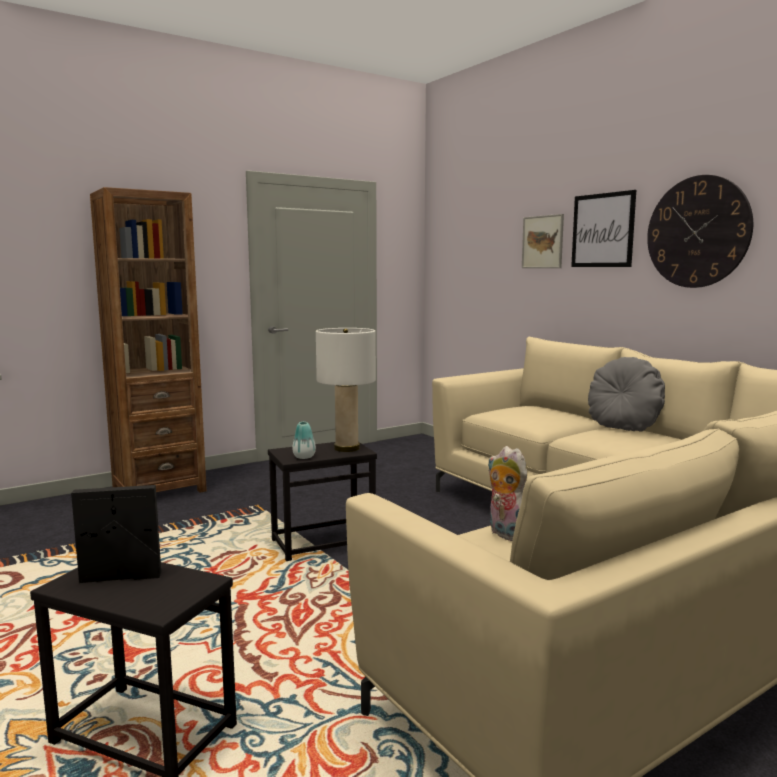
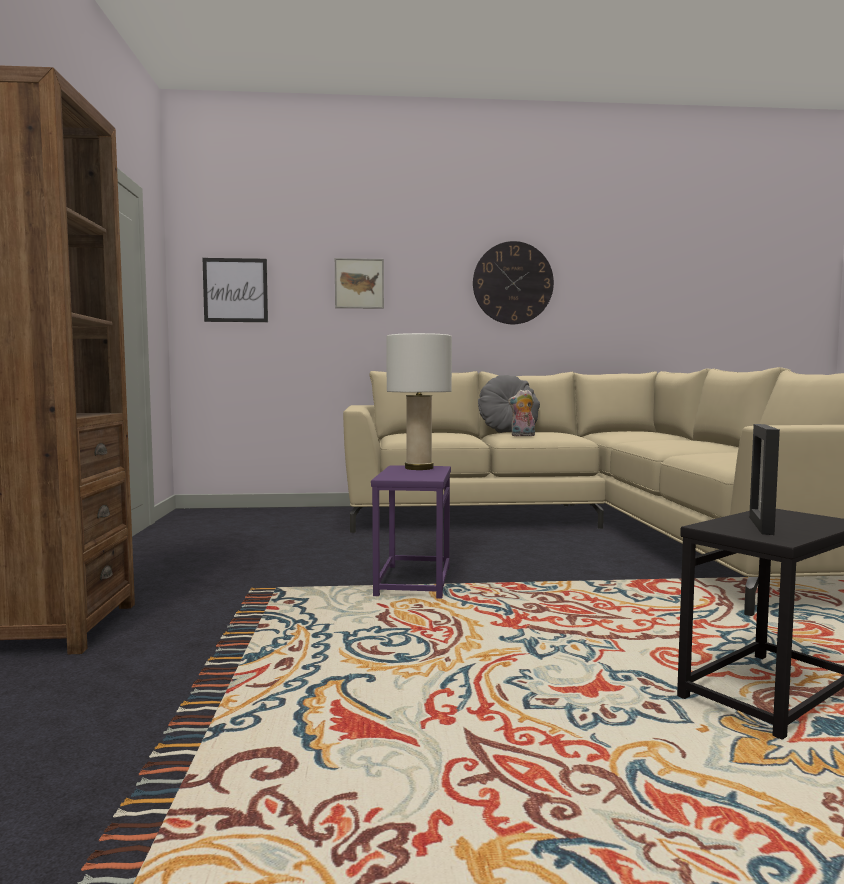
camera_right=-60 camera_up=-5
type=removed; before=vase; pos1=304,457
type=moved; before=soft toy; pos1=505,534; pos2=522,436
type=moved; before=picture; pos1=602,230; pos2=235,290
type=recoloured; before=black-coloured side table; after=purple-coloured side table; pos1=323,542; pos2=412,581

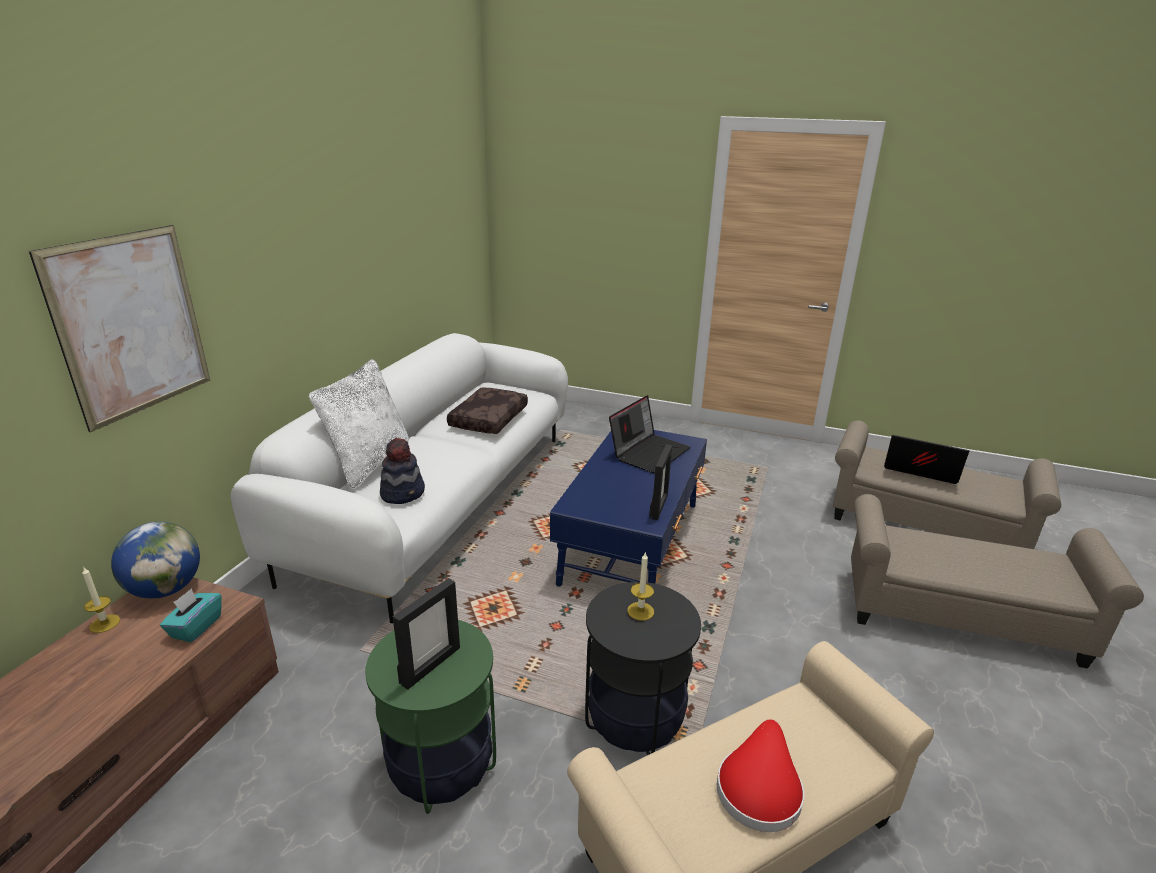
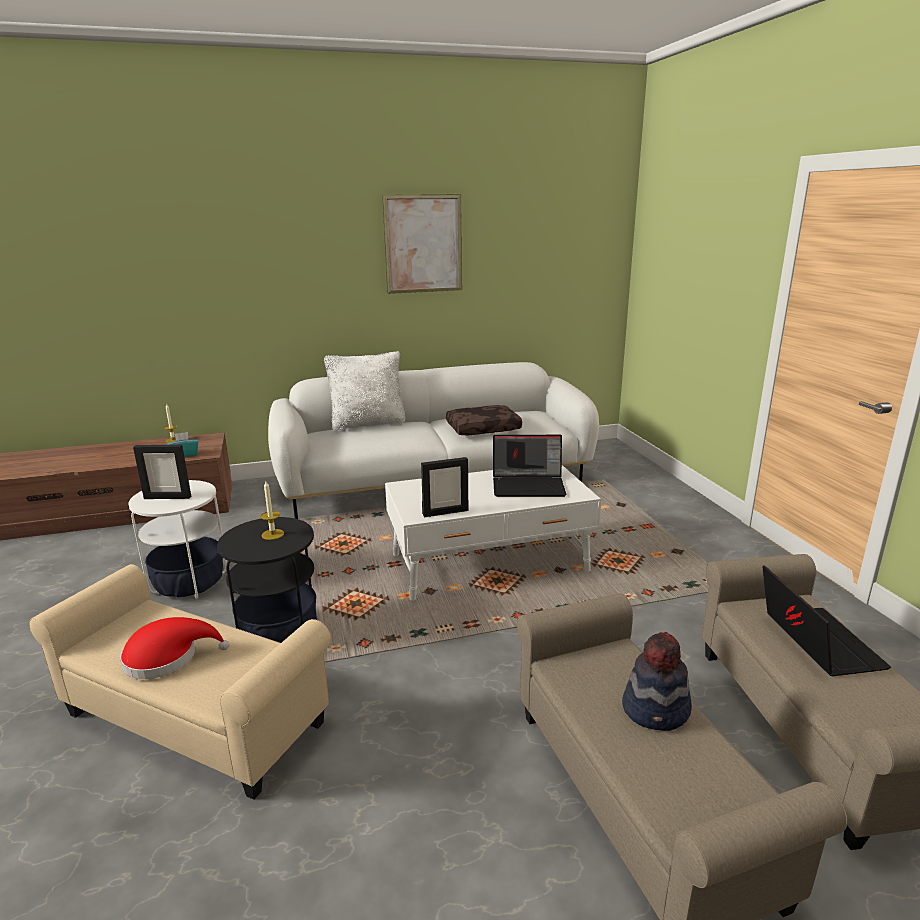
camera_right=55 camera_up=-5
type=removed; before=desk globe; pos1=166,589
type=moved; before=picture; pos1=131,325; pos2=423,244
type=moved; before=clothing hat; pos1=403,493; pos2=656,709
type=recoloured; before=greenish side table; after=white side table; pos1=441,767; pos2=190,584
type=recoloured; before=bluish coffee table; after=white coffee table; pos1=631,542; pos2=490,563

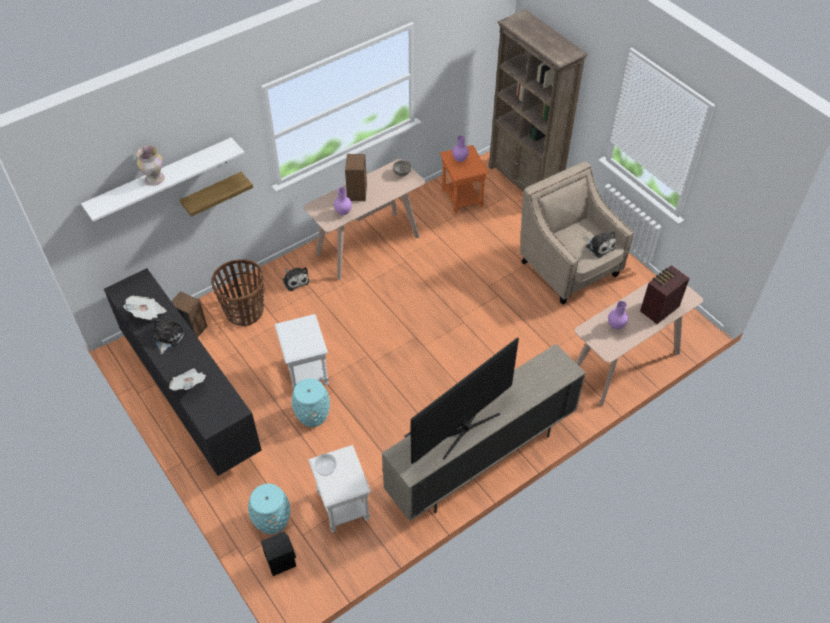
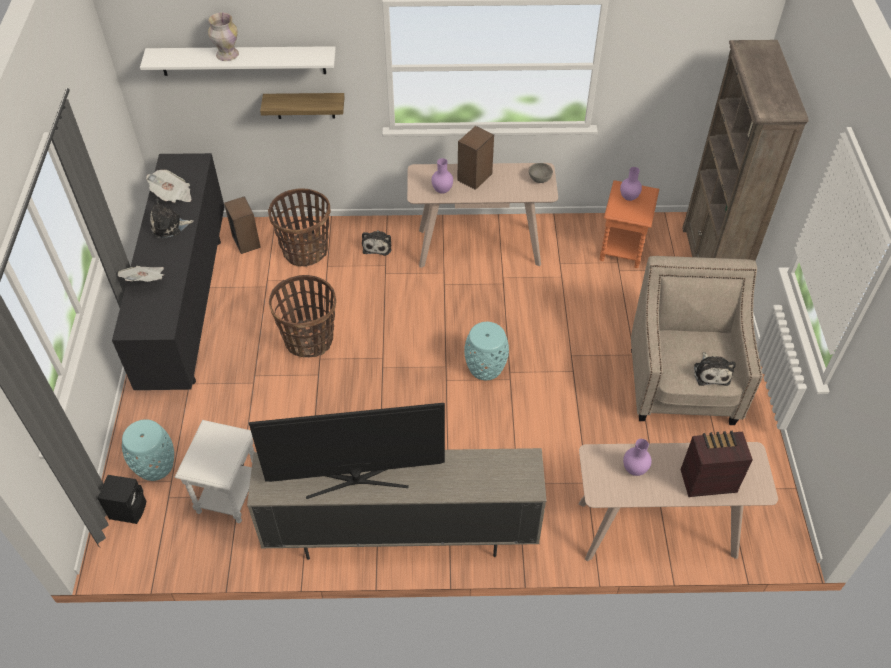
camera_right=35 camera_up=0
type=removed; before=deep dish; pos1=325,468
type=moved; before=turquoise stool; pos1=313,415; pos2=485,367
type=replaced; before=white side table; after=household basket; pos1=305,371; pos2=309,340
type=turned; before=soft toy; pos1=167,337; pos2=169,226; turn=-150

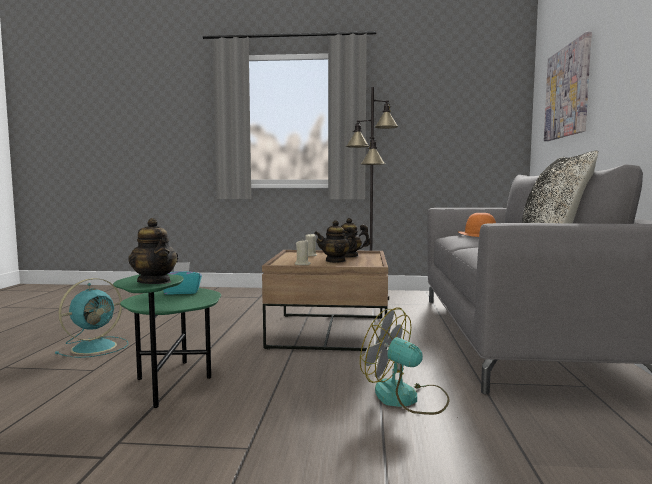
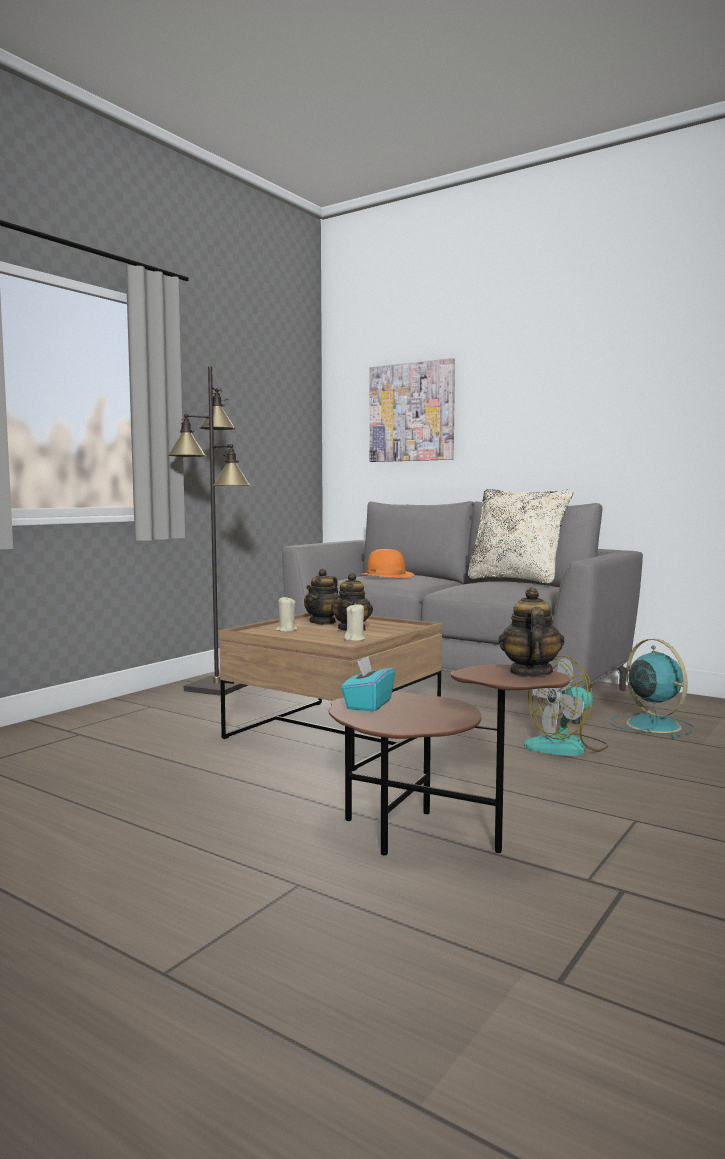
camera_right=-60 camera_up=0
type=moved; before=turquoise fan; pos1=96,347; pos2=651,724
type=recoloured; before=greenish side table; after=brown-coloured side table; pos1=171,385; pos2=429,836
type=turned; before=tea pot; pos1=155,282; pos2=529,673; turn=-75

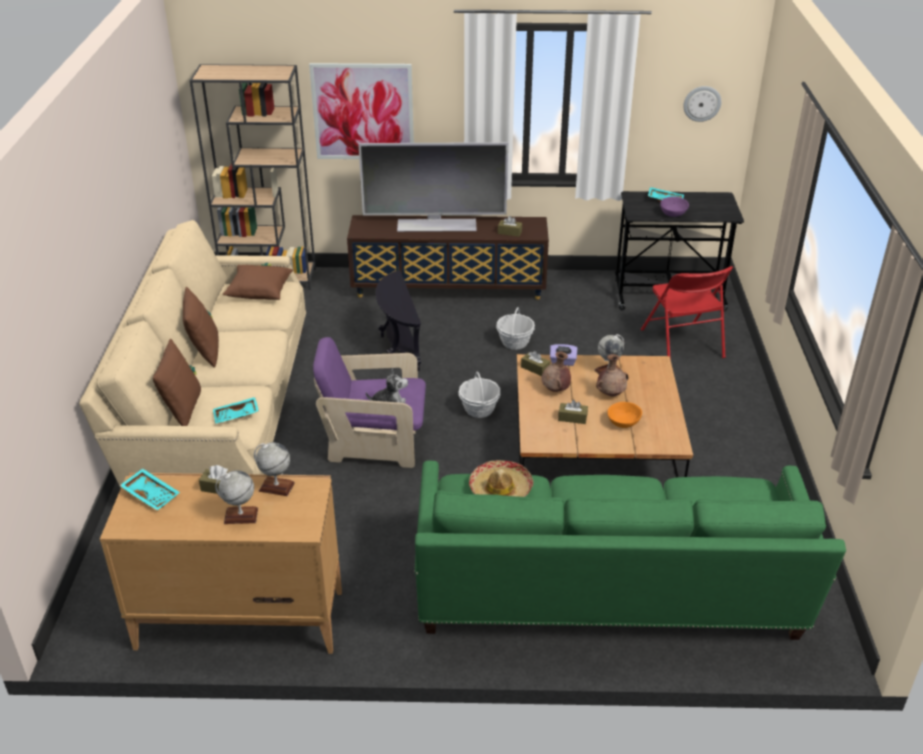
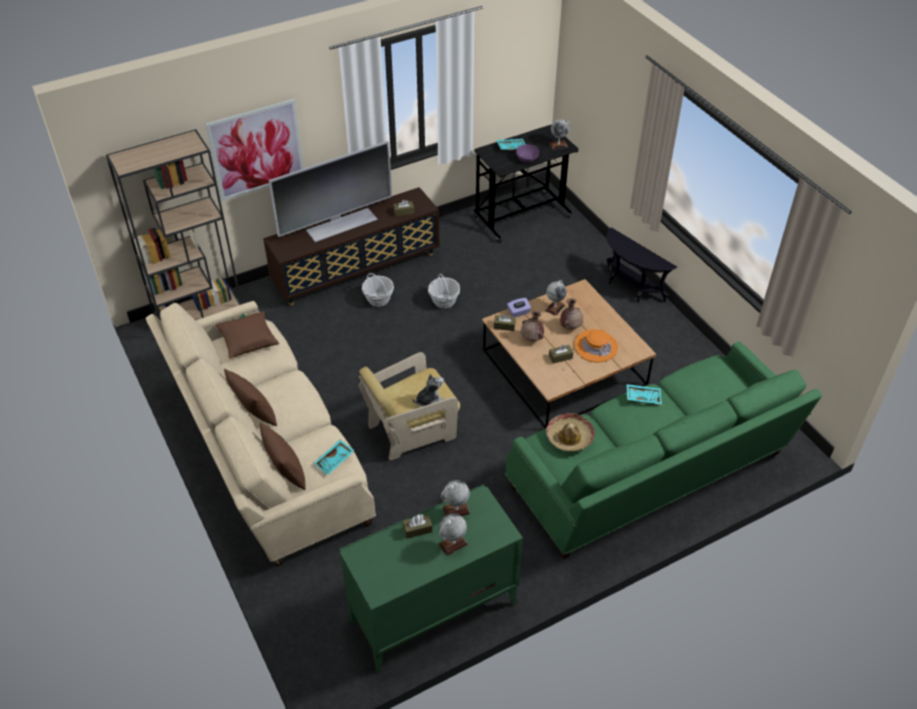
camera_right=-30 camera_up=10
type=removed; before=reddish chair; pos1=681,343
type=removed; before=clock on the wall; pos1=702,103
type=added; after=desk globe; pos2=558,145
type=moved; before=turquoise serving tray; pos1=152,494; pos2=643,397
type=moved; before=black-coloured side table; pos1=398,347; pos2=630,287
type=moved; before=household basket; pos1=479,409; pos2=378,299
type=replaced; before=orangey deep dish; after=orangey clothing hat; pos1=623,422; pos2=596,346
type=recoloured; before=brown-coloured cupboard; after=greenish cupboard; pos1=240,619; pos2=432,612
type=recoloured; before=purple-coloured armchair; after=yellow armchair; pos1=375,443; pos2=411,430

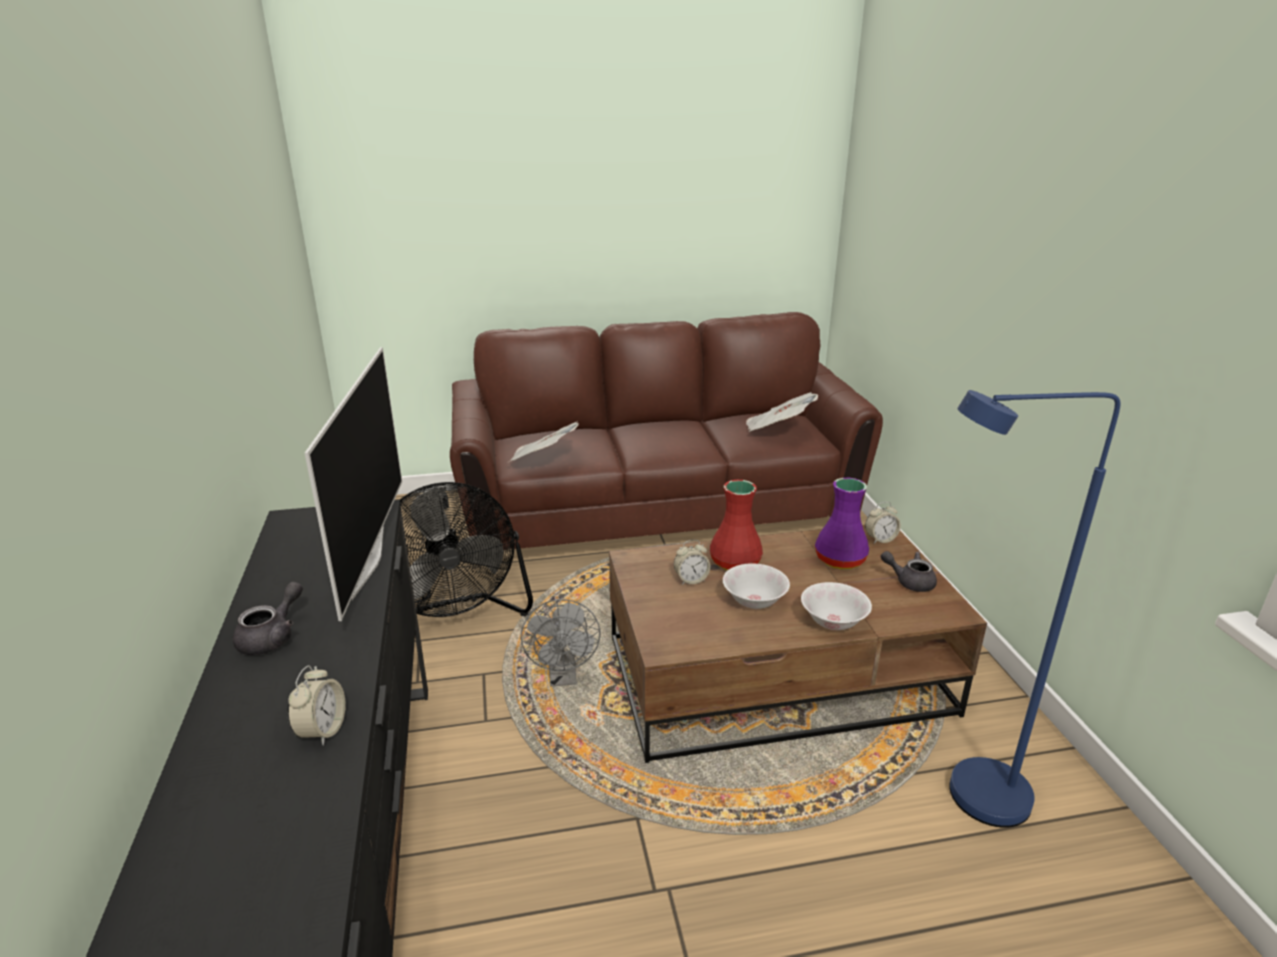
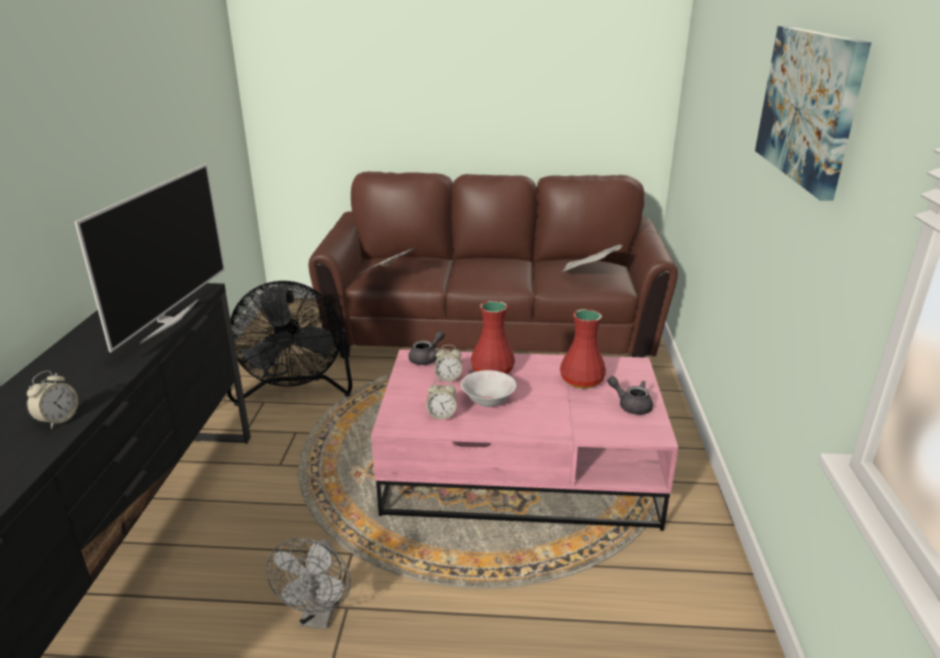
camera_right=15 camera_up=0
type=removed; before=white deep dish; pos1=833,622
type=removed; before=bluish standing lamp; pos1=968,797
type=added; after=picture; pos2=809,106
type=moved; before=grey tea pot; pos1=273,637; pos2=427,358
type=moved; before=grey fan; pos1=563,678; pos2=319,616
type=moved; before=bedside clock; pos1=880,539; pos2=441,415
type=recoloured; before=brown-coloured coffee table; after=pink-coloured coffee table; pos1=778,674; pos2=521,470
type=recoloured; before=purple-coloured vase; after=reddish vase; pos1=841,560; pos2=582,381

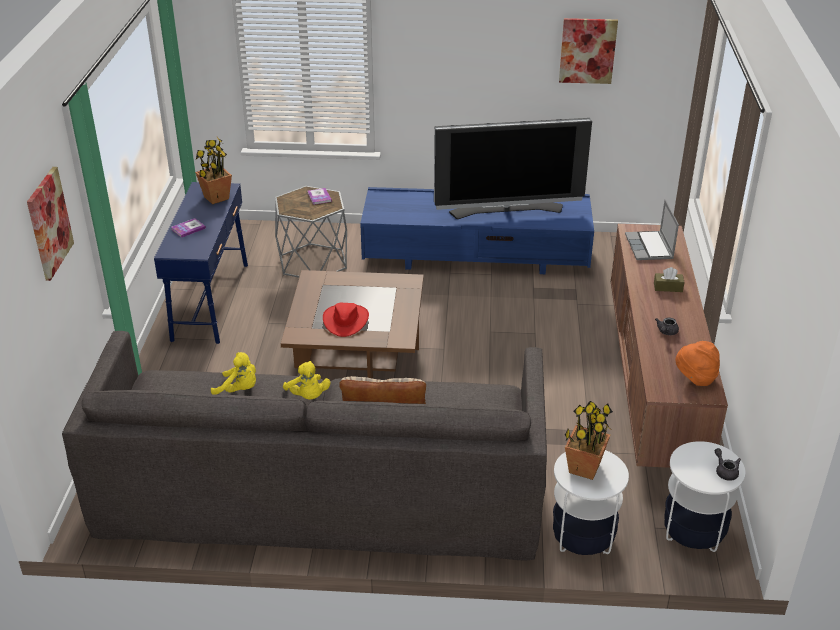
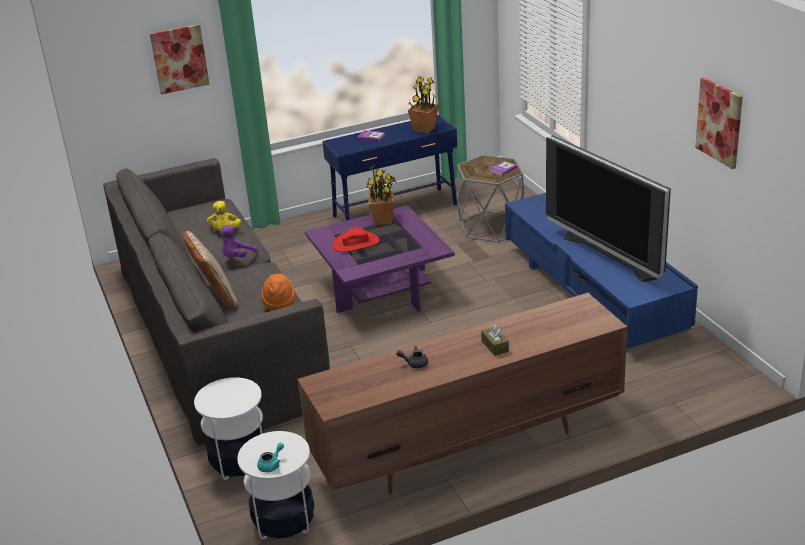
camera_right=65 camera_up=-5
type=removed; before=laptop; pos1=650,247
type=moved; before=potted plant; pos1=584,468; pos2=383,220
type=moved; before=orangey clothing hat; pos1=695,378; pos2=279,305
type=recoloured; before=brown-coloured coffee table; after=purple-coloured coffee table; pos1=357,358; pos2=381,290
type=recoloured; before=yellow soft toy; after=purple-coloured soft toy; pos1=308,396; pos2=237,257
type=recoloured; before=grey tea pot; after=turquoise tea pot; pos1=725,471; pos2=271,465

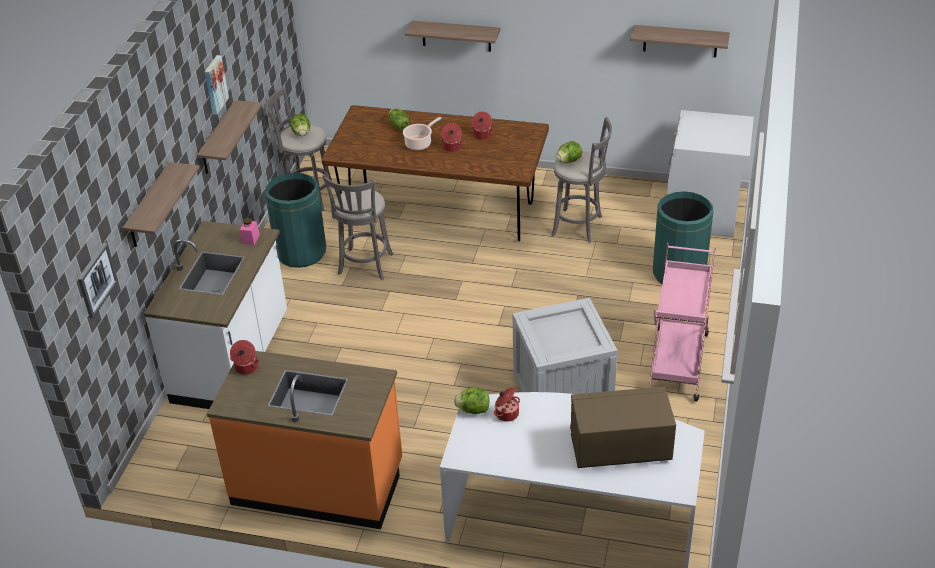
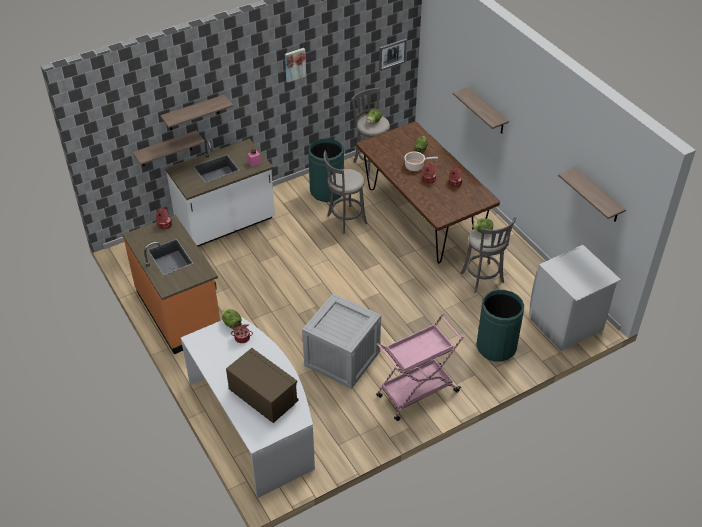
camera_right=45 camera_up=5
type=moved; before=picture; pos1=96,280; pos2=392,54
type=moved; before=shelf; pos1=218,139; pos2=166,149

